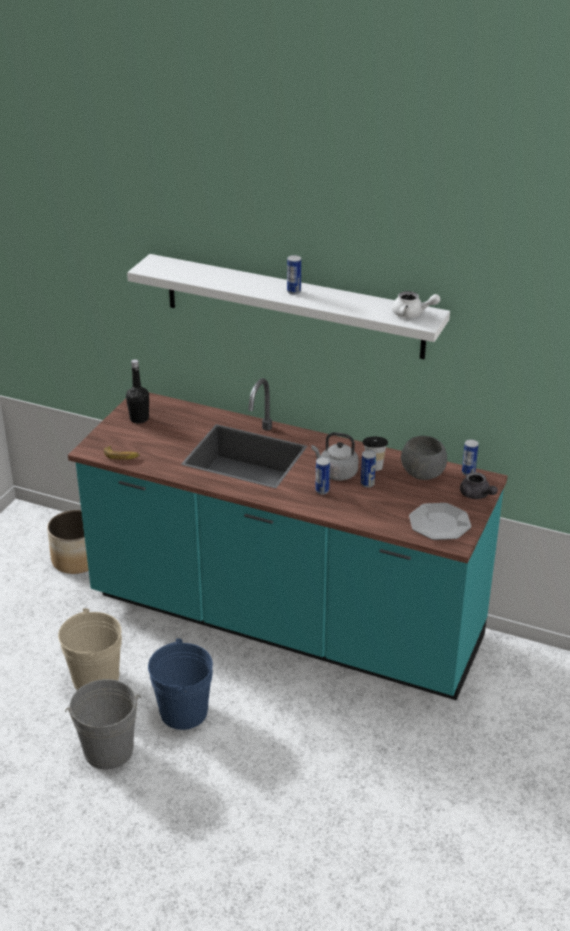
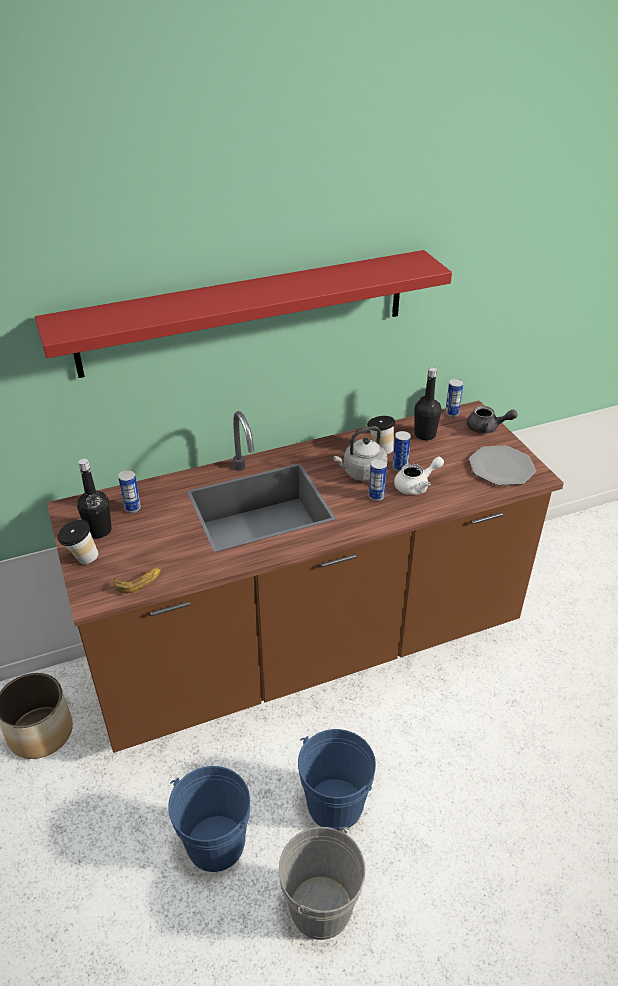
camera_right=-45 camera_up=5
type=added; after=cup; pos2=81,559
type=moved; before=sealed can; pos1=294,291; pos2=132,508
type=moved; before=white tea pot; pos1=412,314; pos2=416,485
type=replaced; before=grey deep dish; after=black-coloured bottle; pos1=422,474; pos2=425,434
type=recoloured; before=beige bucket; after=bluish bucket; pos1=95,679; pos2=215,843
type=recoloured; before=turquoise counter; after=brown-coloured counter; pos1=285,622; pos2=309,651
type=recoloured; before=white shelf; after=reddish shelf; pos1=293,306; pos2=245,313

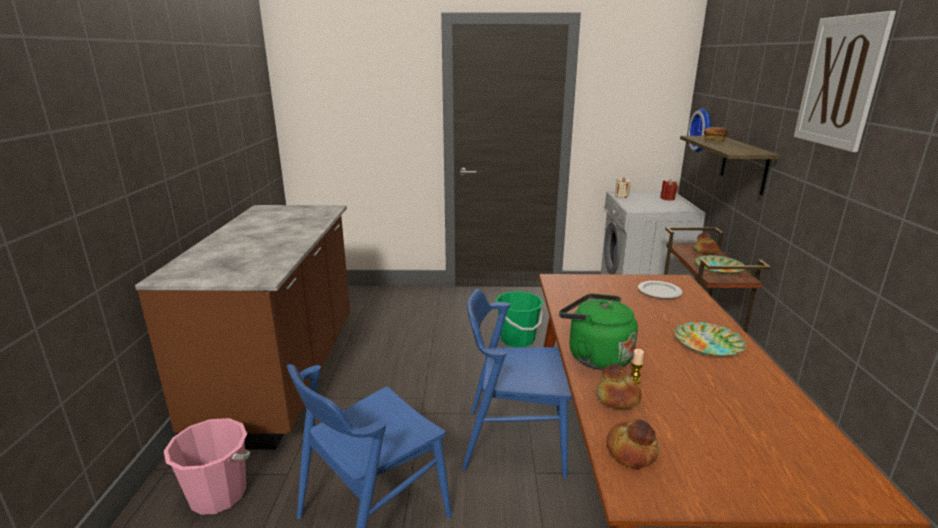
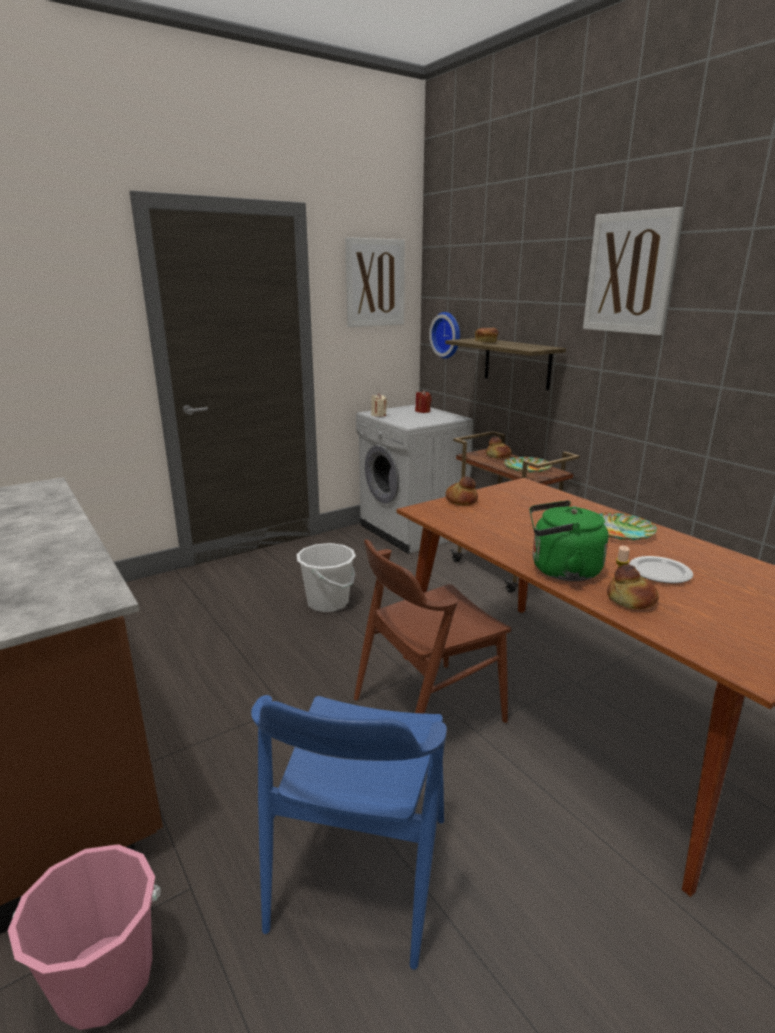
camera_right=-35 camera_up=0
type=added; after=picture; pos2=375,283
type=moved; before=bakery bread; pos1=632,451; pos2=461,500
type=moved; before=flat dish; pos1=659,292; pos2=660,573
type=recoloured; before=bluish chair; after=brown-coloured chair; pos1=514,441; pos2=427,709
type=recoloured; before=greenish bucket; after=white bucket; pos1=517,339; pos2=328,602

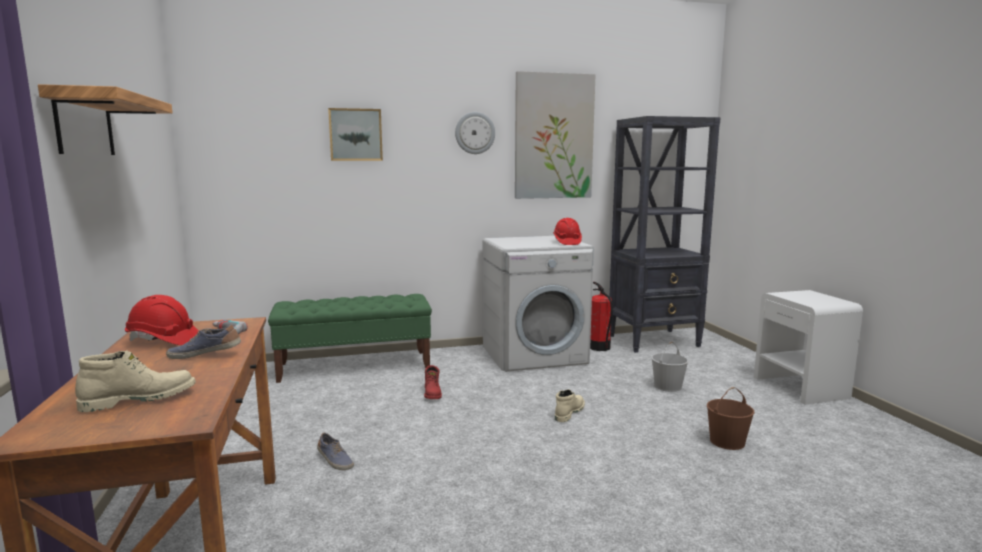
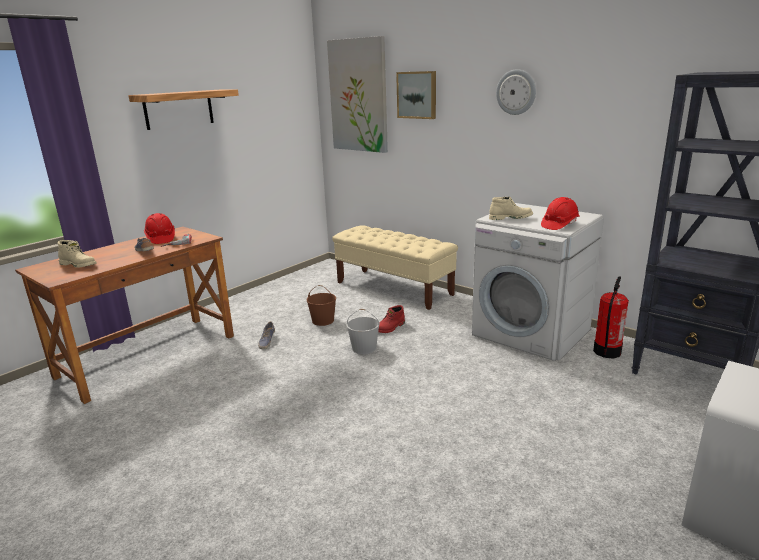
camera_right=55 camera_up=10
type=moved; before=picture; pos1=553,136; pos2=358,96
type=moved; before=beige boot; pos1=568,412; pos2=510,218
type=moved; before=white bucket; pos1=668,386; pos2=364,348
type=moved; before=brown-coloured bucket; pos1=727,441; pos2=323,320
type=recoloured; before=greenish indoor bench; after=beige indoor bench; pos1=355,366; pos2=394,288

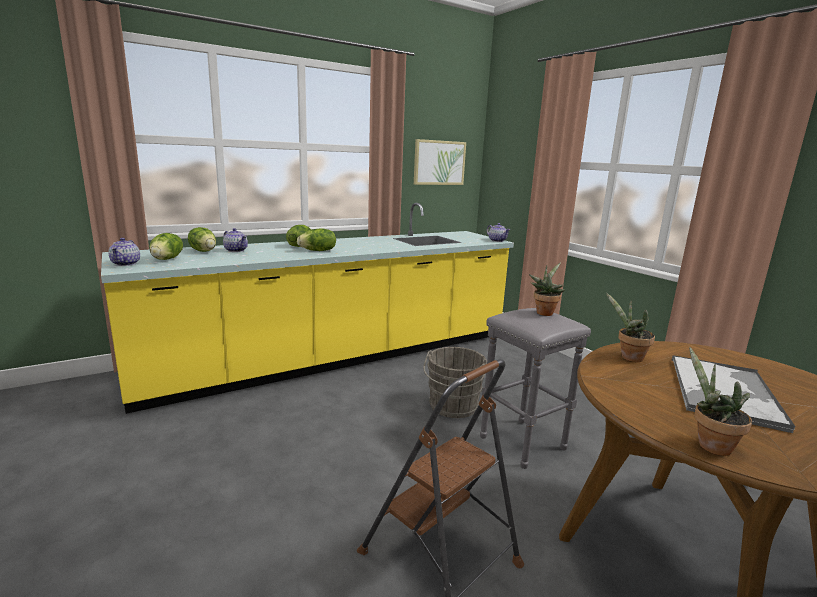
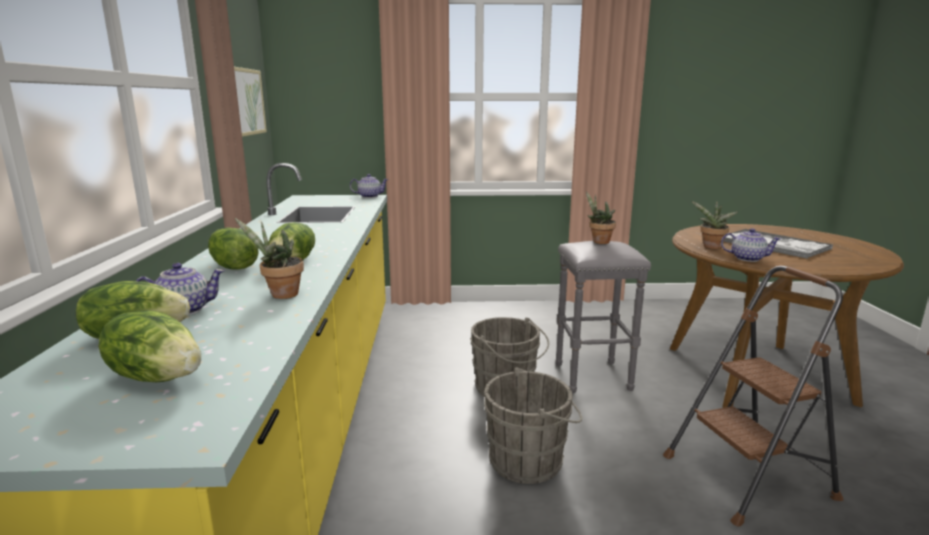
camera_right=-60 camera_up=0
type=added; after=grey bucket; pos2=530,460
type=moved; before=tea pot; pos1=126,263; pos2=747,258
type=moved; before=potted plant; pos1=709,445; pos2=280,295

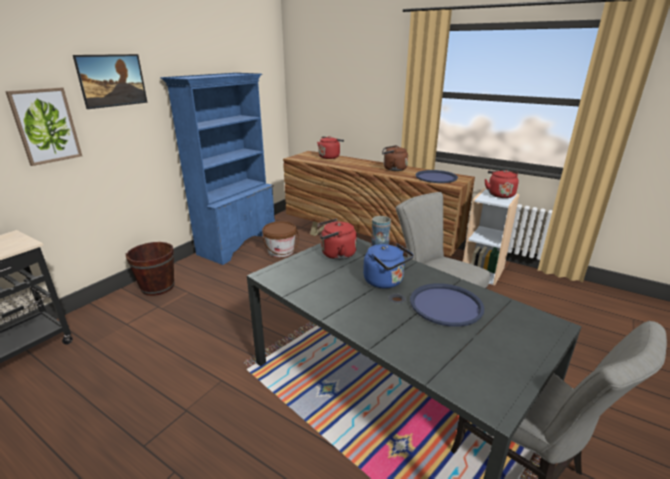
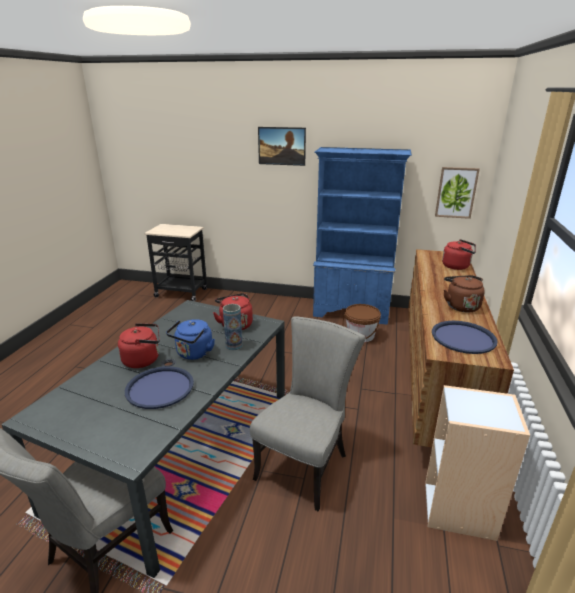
camera_right=70 camera_up=0
type=removed; before=brown-coloured bucket; pos1=158,287
type=moved; before=picture; pos1=45,126; pos2=456,192
type=moved; before=reddish tea kettle; pos1=500,194; pos2=143,359

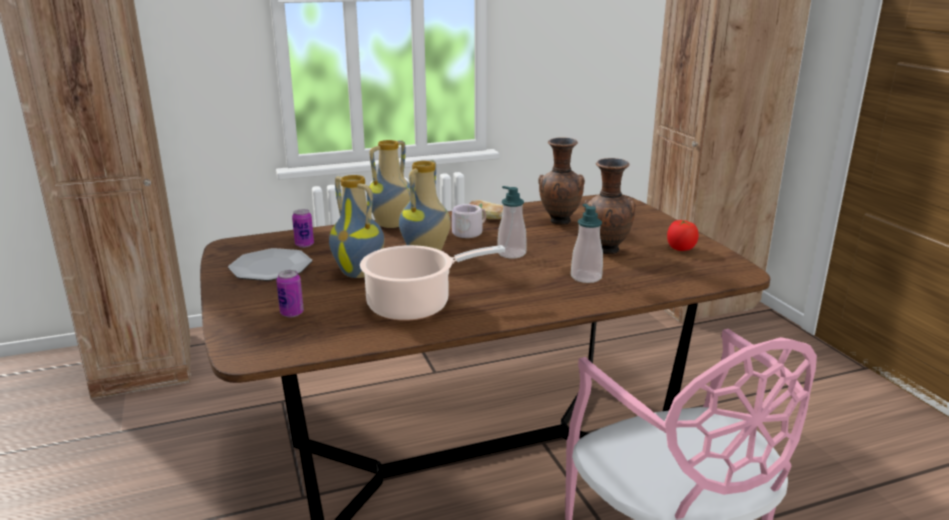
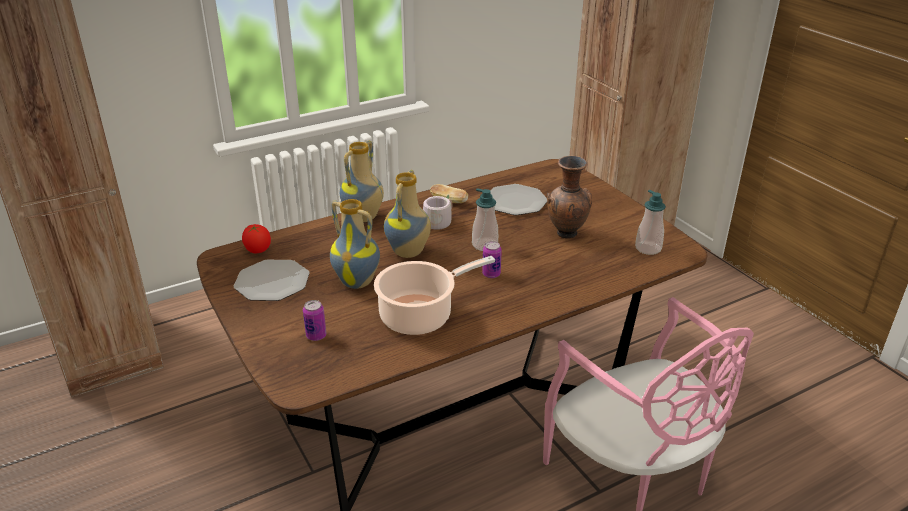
camera_right=-10 camera_up=10
type=moved; before=sealed can; pos1=304,245; pos2=491,274
type=moved; before=liquid soap bottle; pos1=586,277; pos2=648,248
type=moved; before=fresh tomato; pos1=680,249; pos2=257,250
type=replaced; before=brown-coloured vase; after=flat dish; pos1=559,222; pos2=515,201

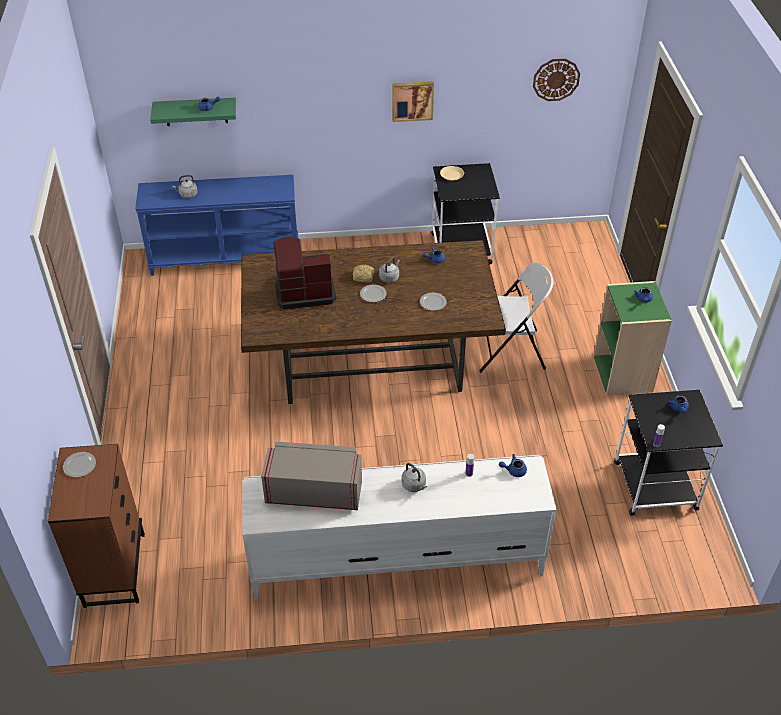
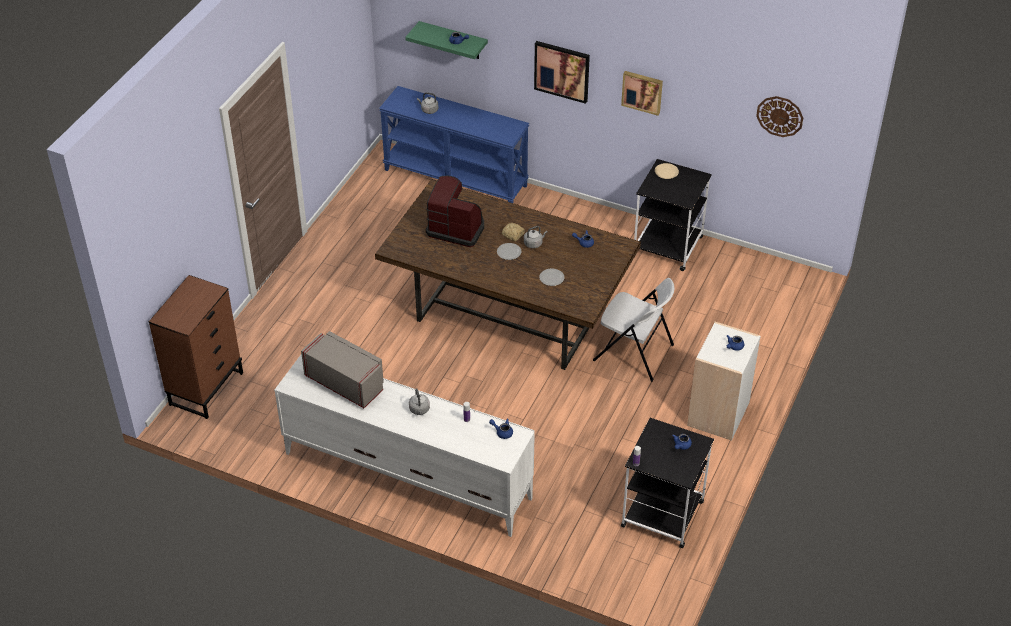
camera_right=30 camera_up=0
type=removed; before=flat dish; pos1=79,465
type=added; after=picture; pos2=562,71
type=recoloured; before=greenish shelving unit; after=white shelving unit; pos1=623,374; pos2=719,414

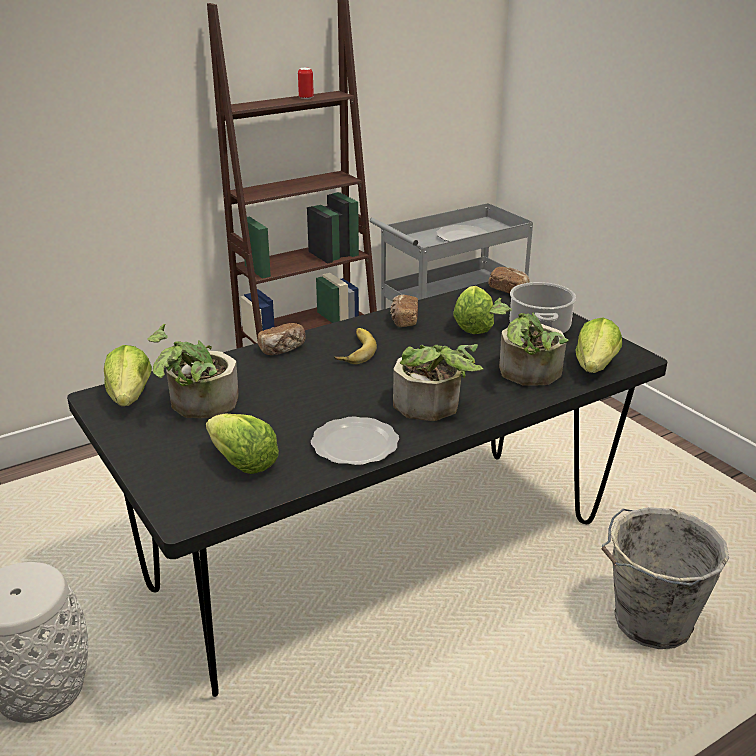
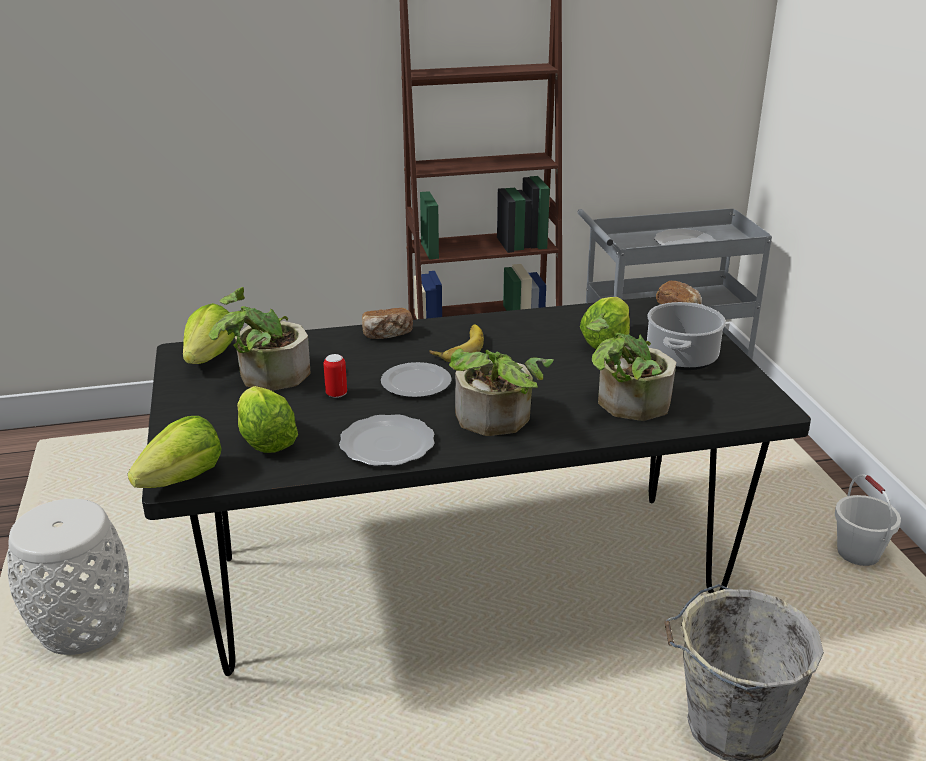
camera_right=20 camera_up=0
type=removed; before=bakery bread; pos1=403,320
type=added; after=flat dish; pos2=415,383
type=added; after=white bucket; pos2=858,554
type=moved; before=sealed can; pos1=306,98; pos2=336,394
type=moved; before=head of lettuce; pos1=595,367; pos2=183,479

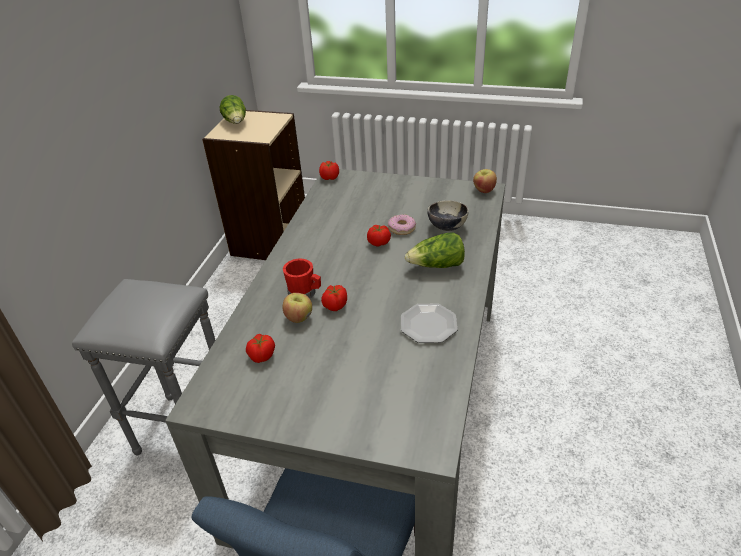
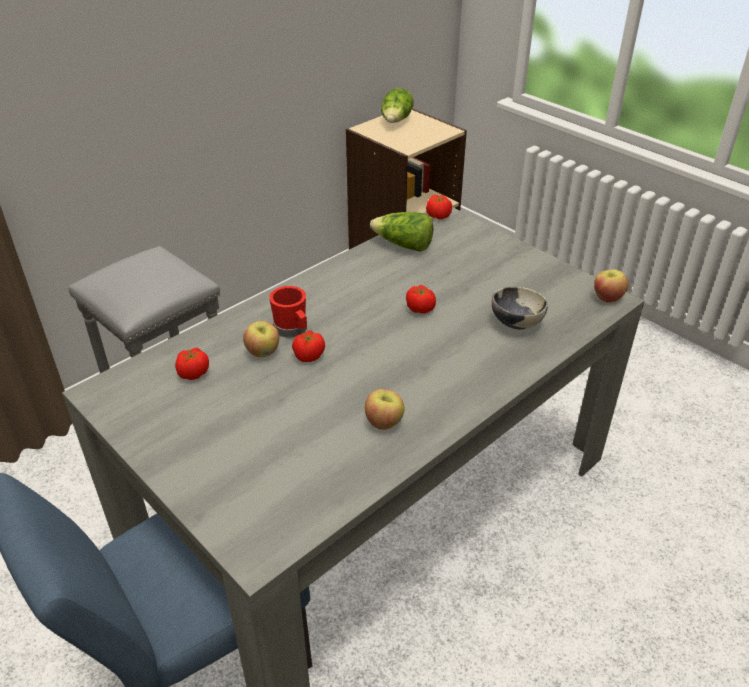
camera_right=30 camera_up=0
type=removed; before=donut; pos1=401,228
type=moved; before=head of lettuce; pos1=437,265; pos2=403,245
type=replaced; before=flat dish; after=whole apple; pos1=428,324; pos2=384,422

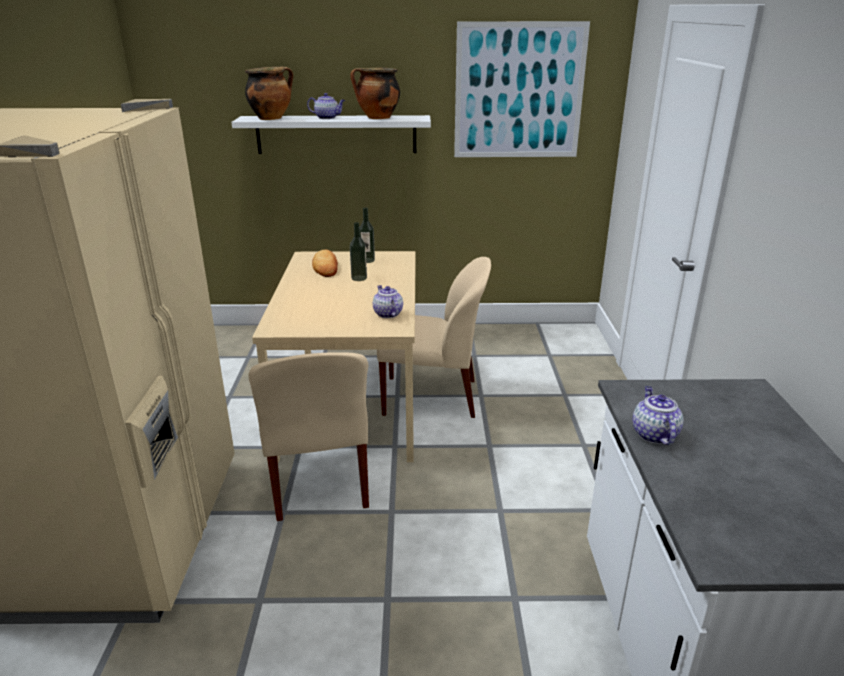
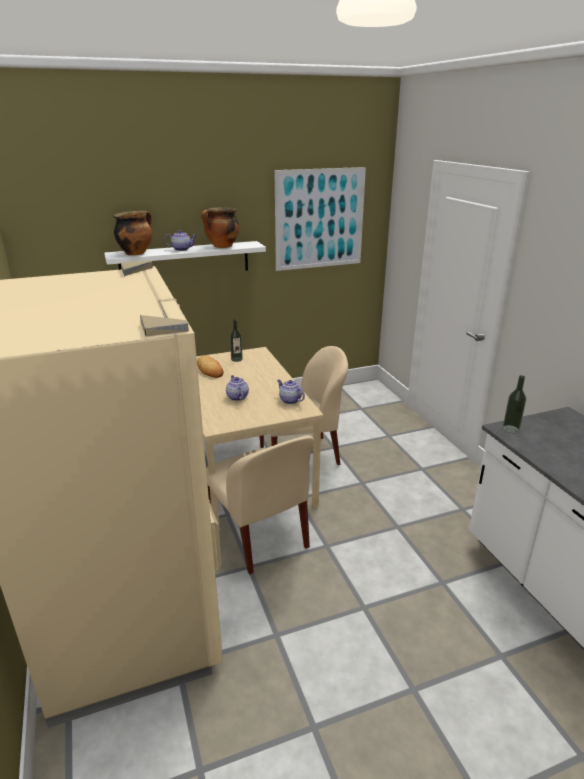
camera_right=-20 camera_up=0
type=moved; before=bottle; pos1=359,278; pos2=510,429
type=moved; before=tea pot; pos1=653,434; pos2=237,397

